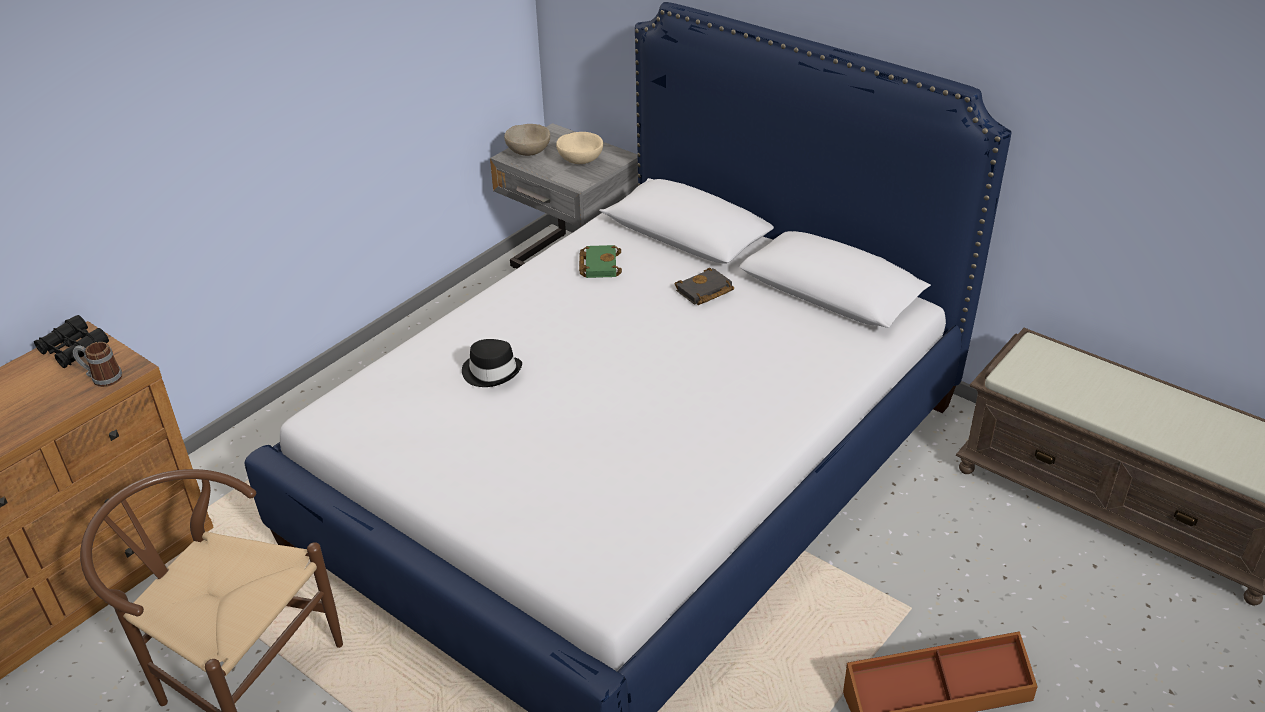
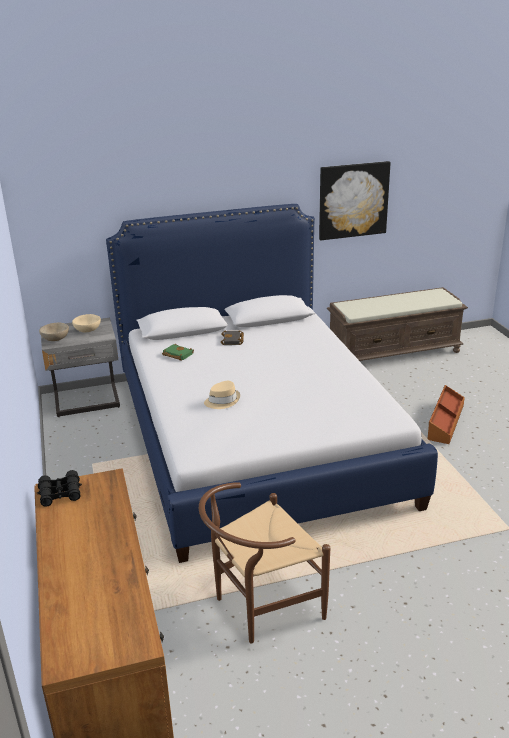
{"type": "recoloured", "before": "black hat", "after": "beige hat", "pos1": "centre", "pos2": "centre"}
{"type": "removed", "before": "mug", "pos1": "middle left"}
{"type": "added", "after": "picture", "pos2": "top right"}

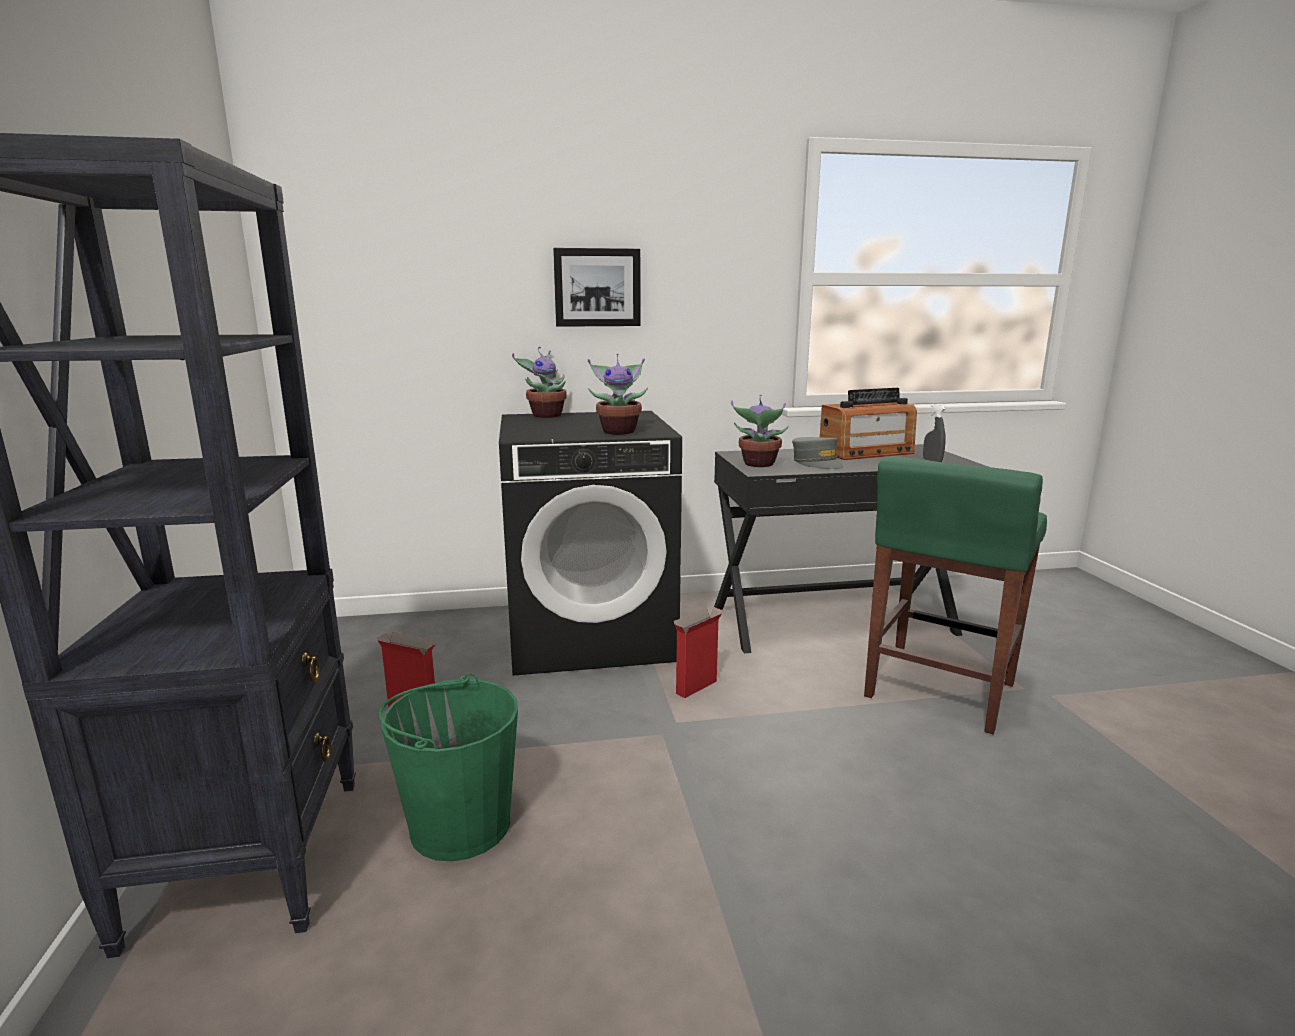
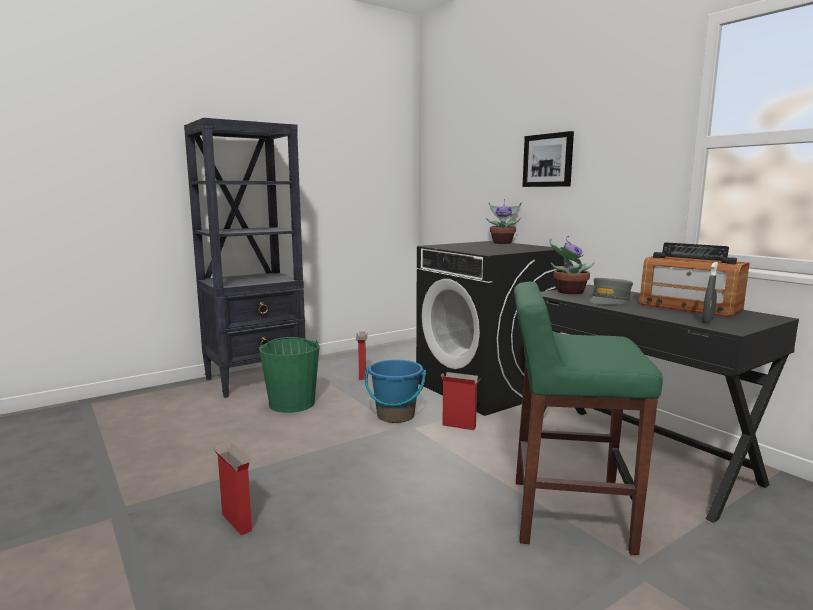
{"type": "removed", "before": "potted plant (2nd from left)", "pos1": "centre"}
{"type": "added", "after": "blue bucket", "pos2": "centre"}
{"type": "added", "after": "cardboard box (1st from left)", "pos2": "bottom left"}

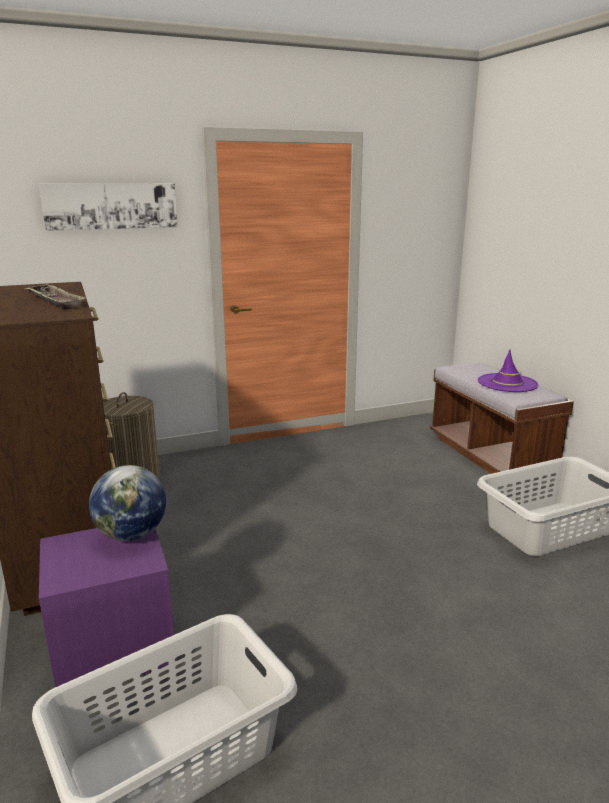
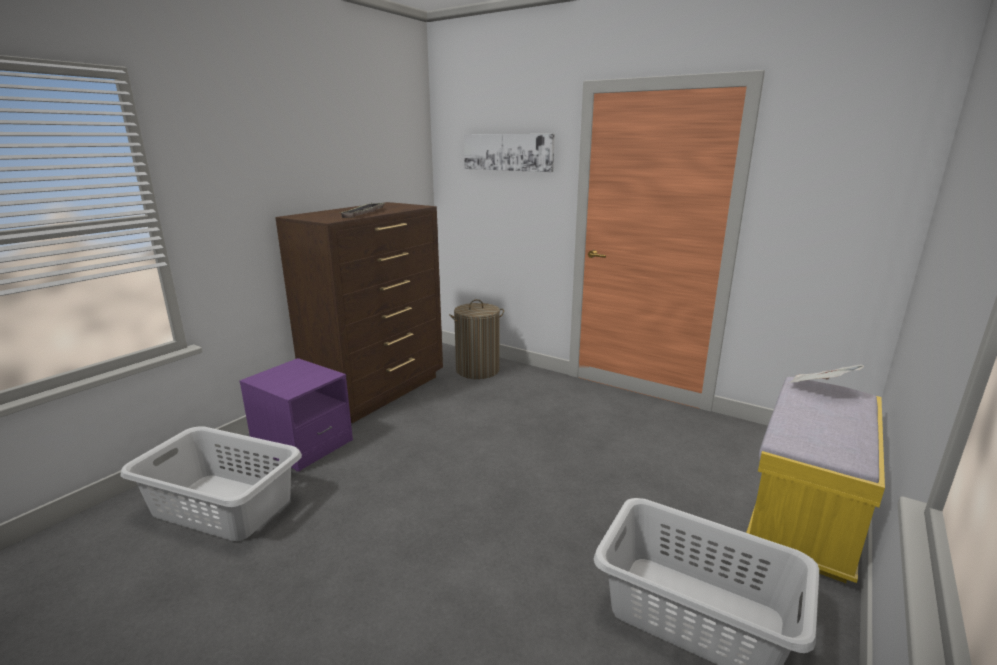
{"type": "removed", "before": "purple hat", "pos1": "middle right"}
{"type": "recoloured", "before": "brown bench", "after": "yellow bench", "pos1": "middle right", "pos2": "bottom right"}
{"type": "removed", "before": "globe", "pos1": "middle left"}
{"type": "added", "after": "newspaper", "pos2": "middle right"}

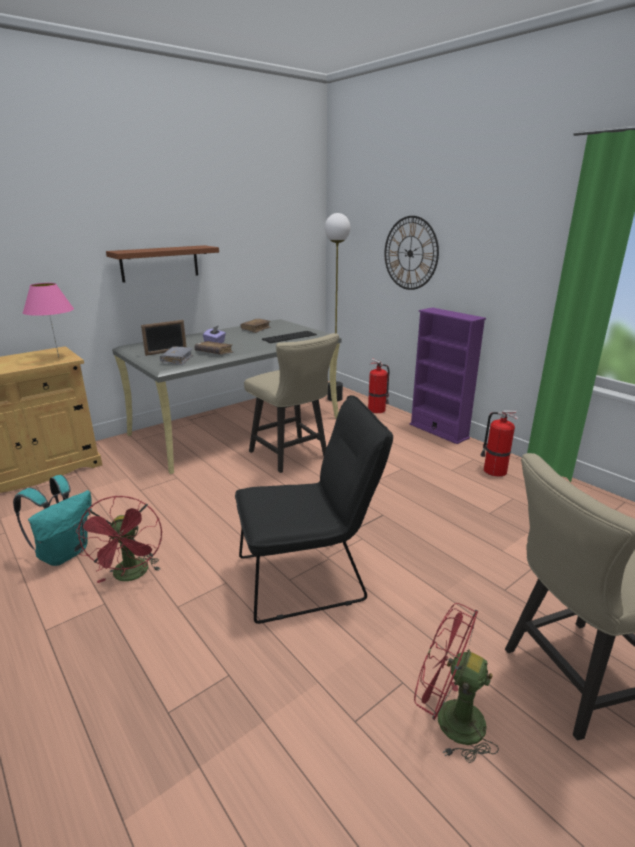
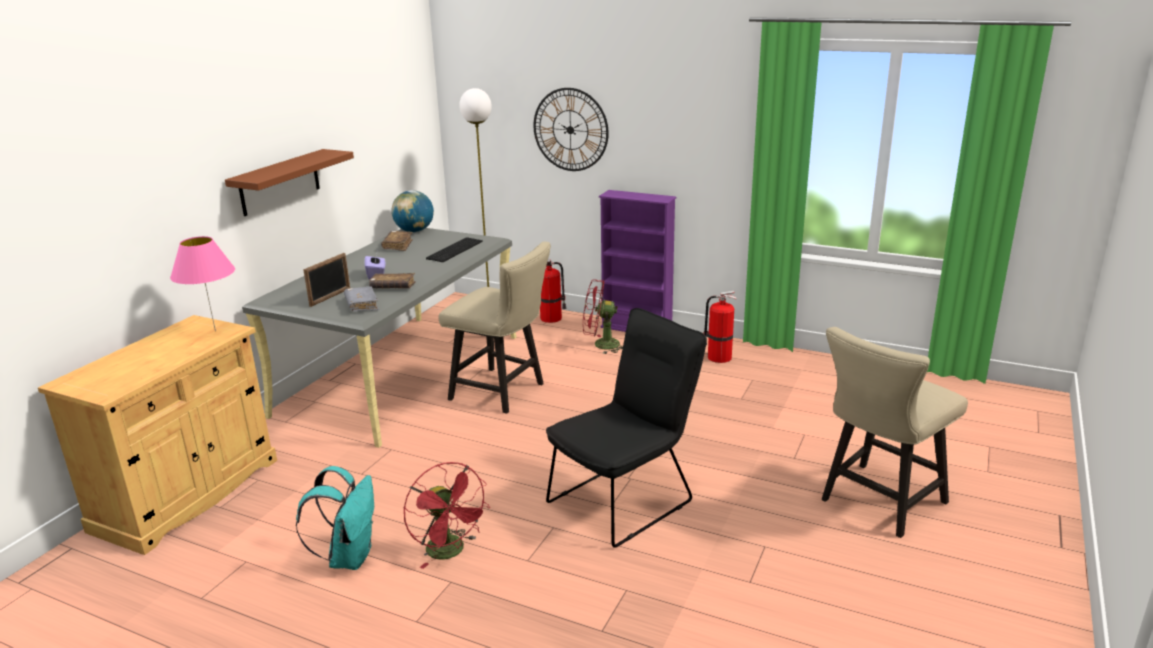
{"type": "moved", "before": "red fan (2nd from left)", "pos1": "bottom right", "pos2": "centre"}
{"type": "added", "after": "globe", "pos2": "top centre"}

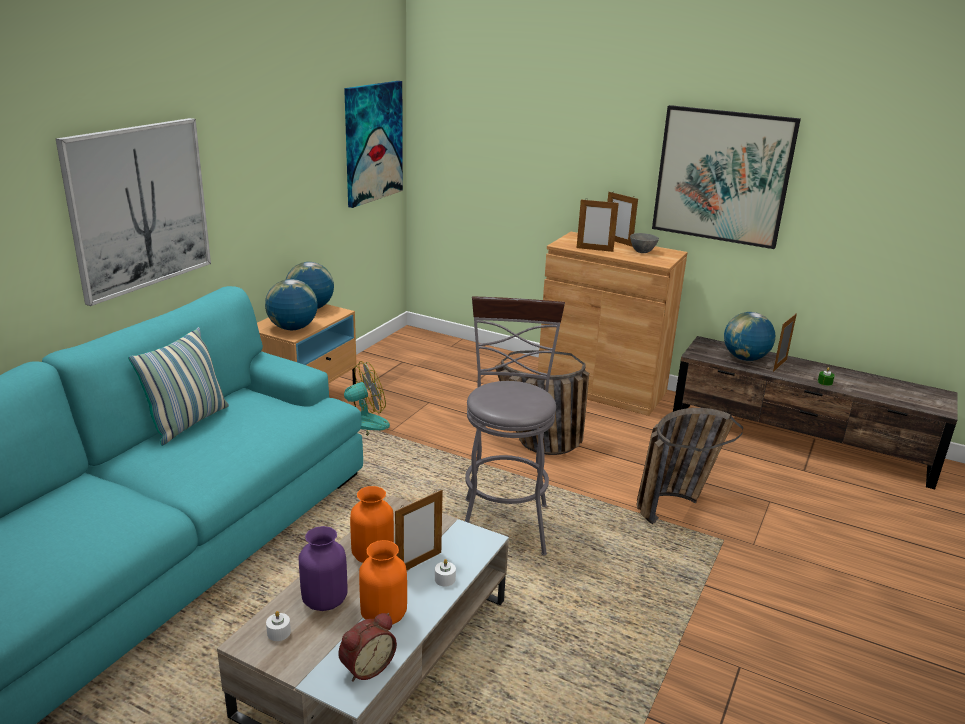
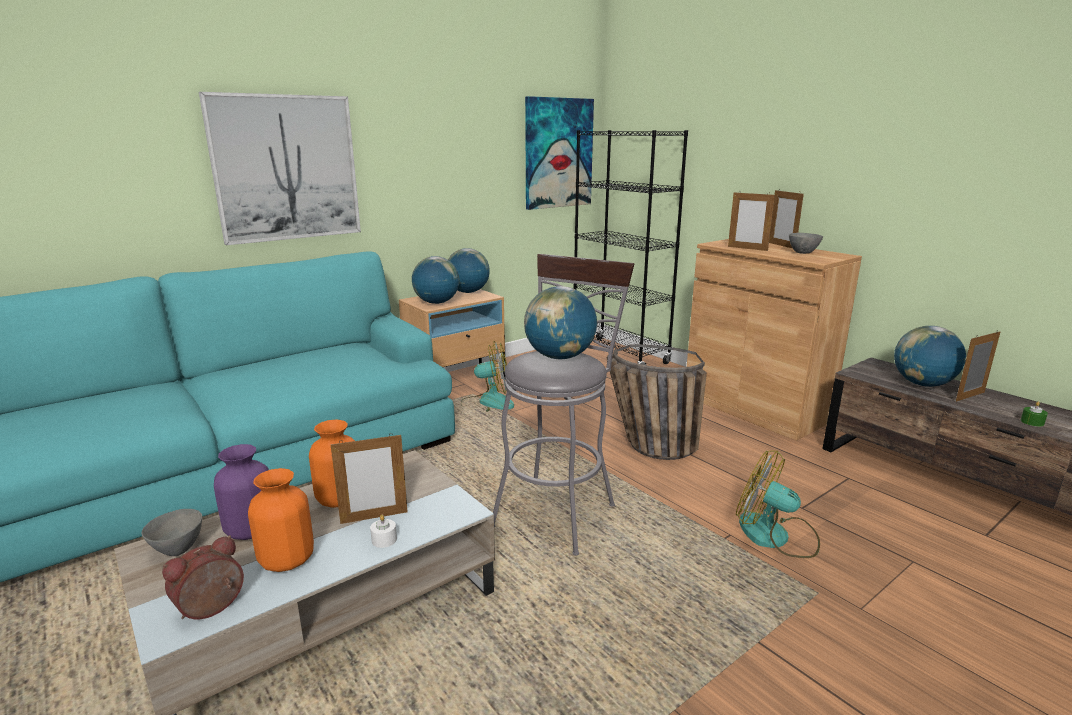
{"type": "removed", "before": "picture (3rd from left)", "pos1": "top right"}
{"type": "removed", "before": "pillow", "pos1": "middle left"}
{"type": "replaced", "before": "basket (2nd from left)", "after": "fan (2nd from left)", "pos1": "middle right", "pos2": "bottom right"}
{"type": "replaced", "before": "white candle (1st from left)", "after": "grey bowl (1st from left)", "pos1": "bottom left", "pos2": "bottom left"}
{"type": "turned", "before": "alarm clock", "pos1": "bottom centre", "pos2": "bottom left", "turn": 150}
{"type": "added", "after": "black bookcase", "pos2": "centre"}
{"type": "added", "after": "globe (3rd from left)", "pos2": "centre"}

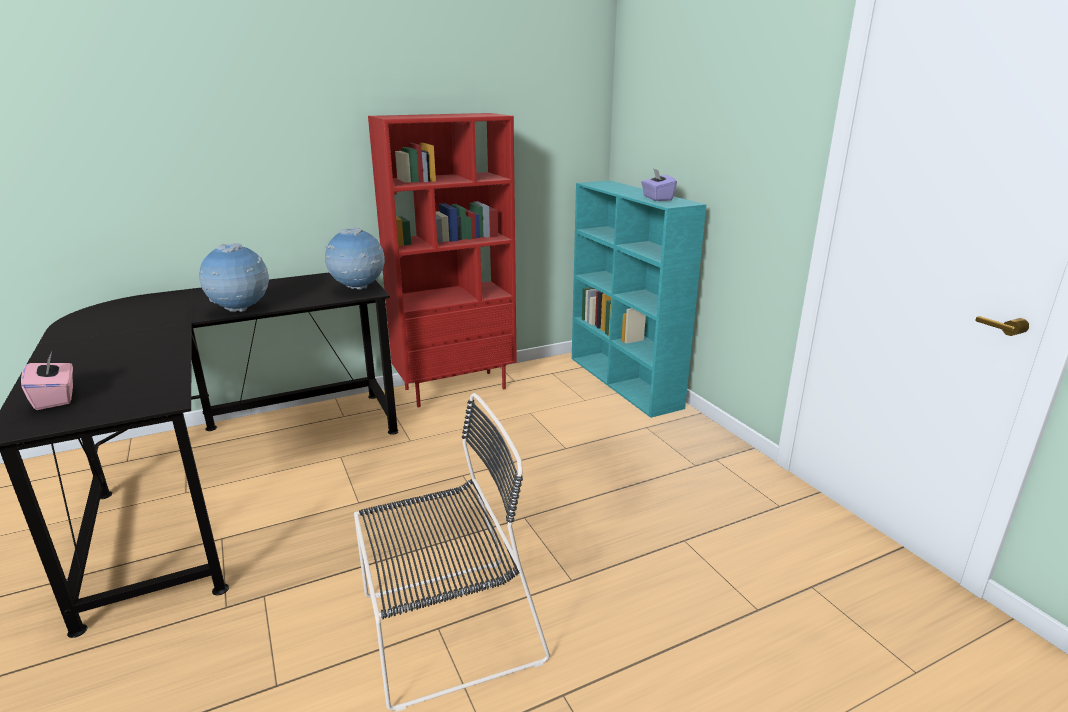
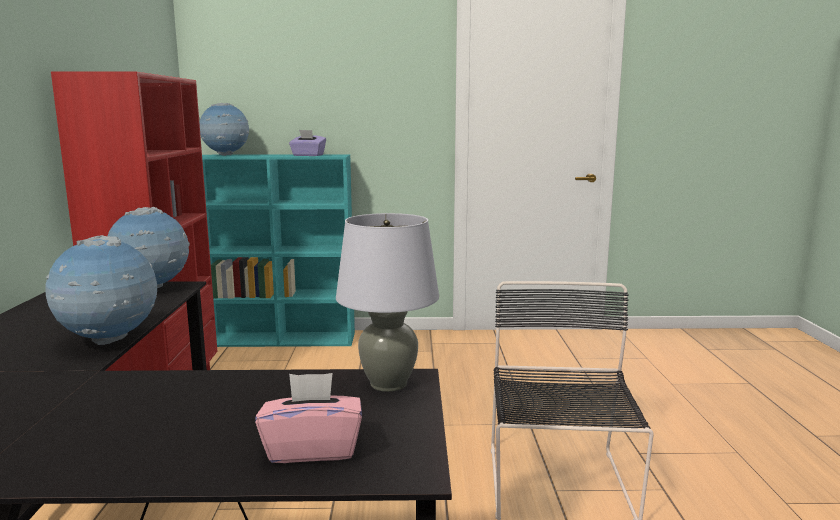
{"type": "added", "after": "globe (3rd from left)", "pos2": "top left"}
{"type": "added", "after": "grey table lamp", "pos2": "centre"}

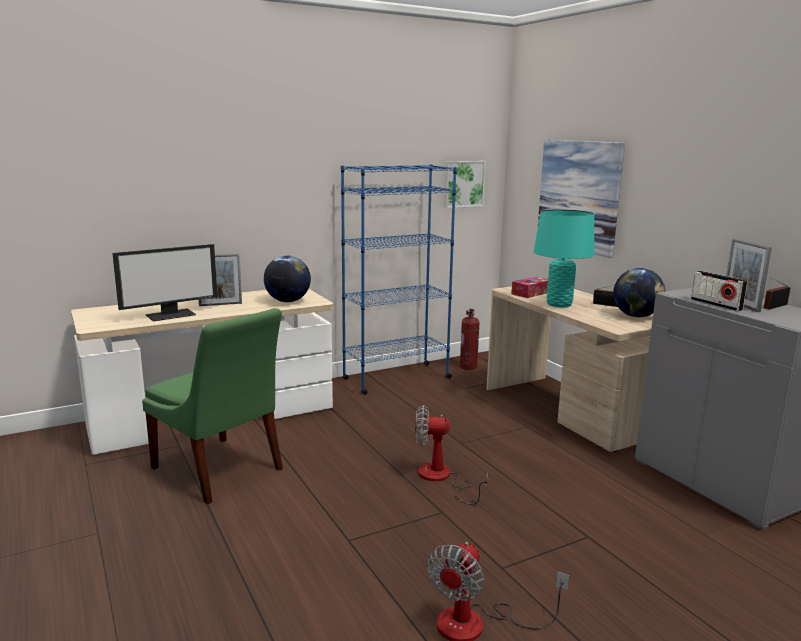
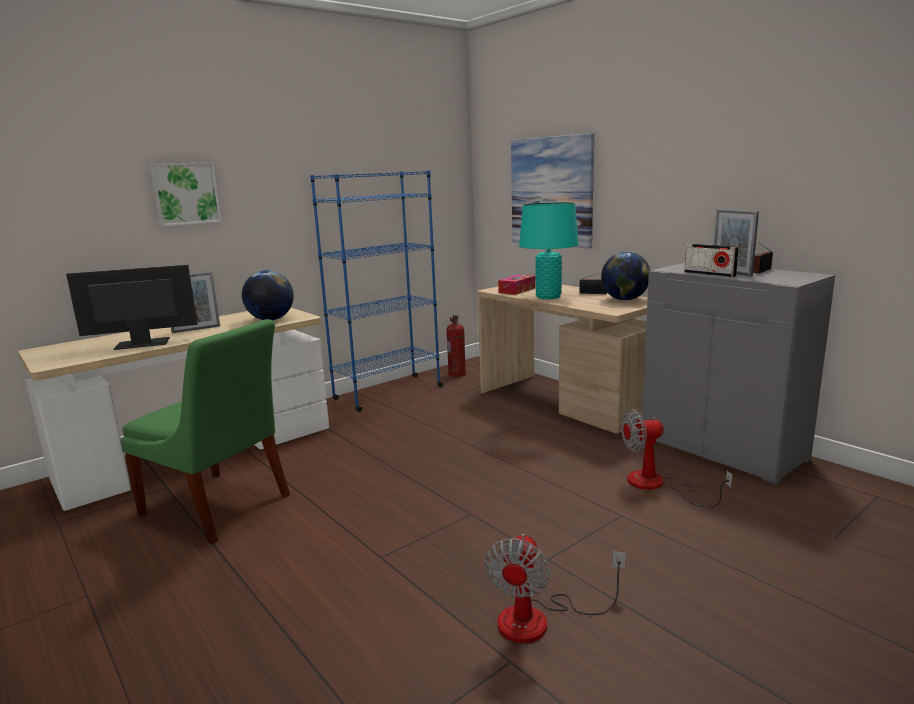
{"type": "moved", "before": "picture (1st from left)", "pos1": "top centre", "pos2": "top left"}
{"type": "turned", "before": "monitor", "pos1": "middle left", "pos2": "middle left", "turn": -150}
{"type": "moved", "before": "fan (1st from left in the first image)", "after": "fan (2nd from left)", "pos1": "bottom centre", "pos2": "middle right"}

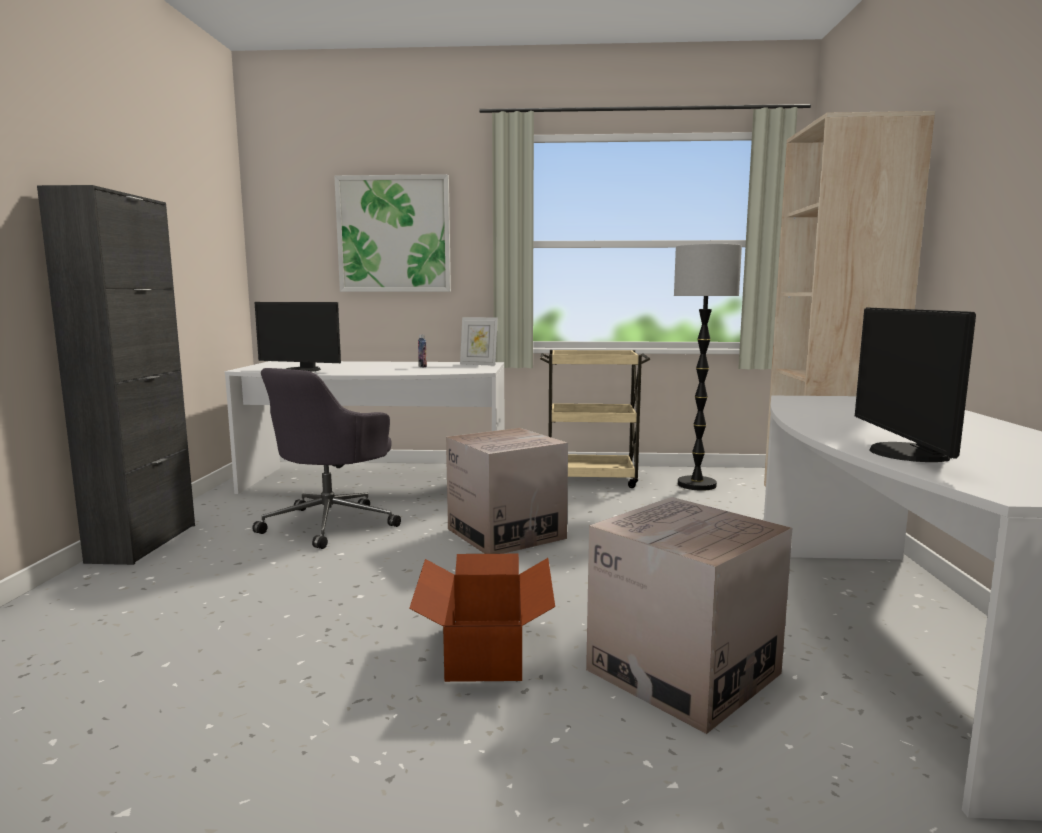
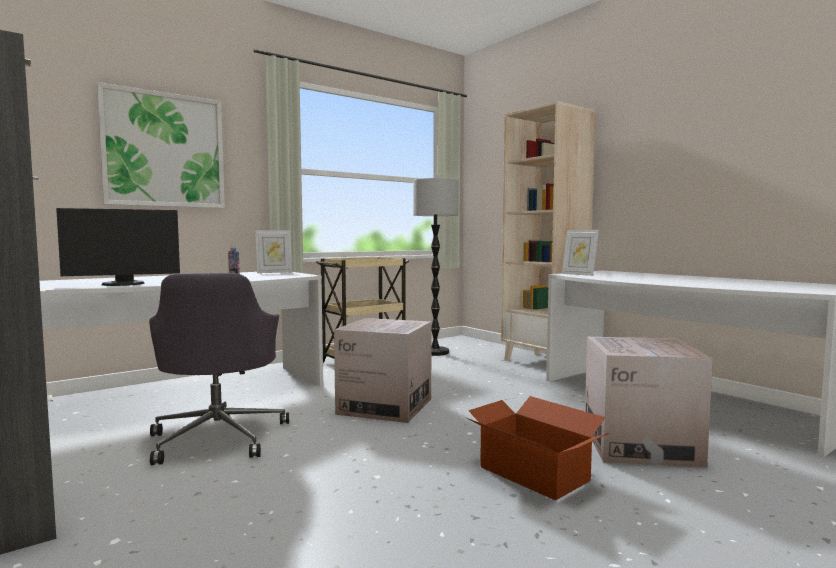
{"type": "removed", "before": "monitor (2nd from left)", "pos1": "middle right"}
{"type": "added", "after": "picture frame (2nd from left)", "pos2": "middle right"}

